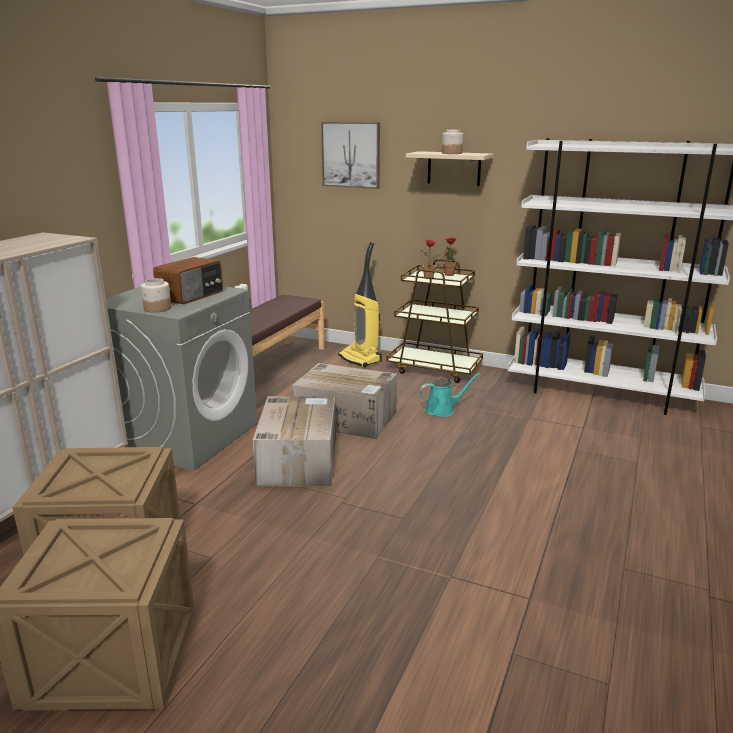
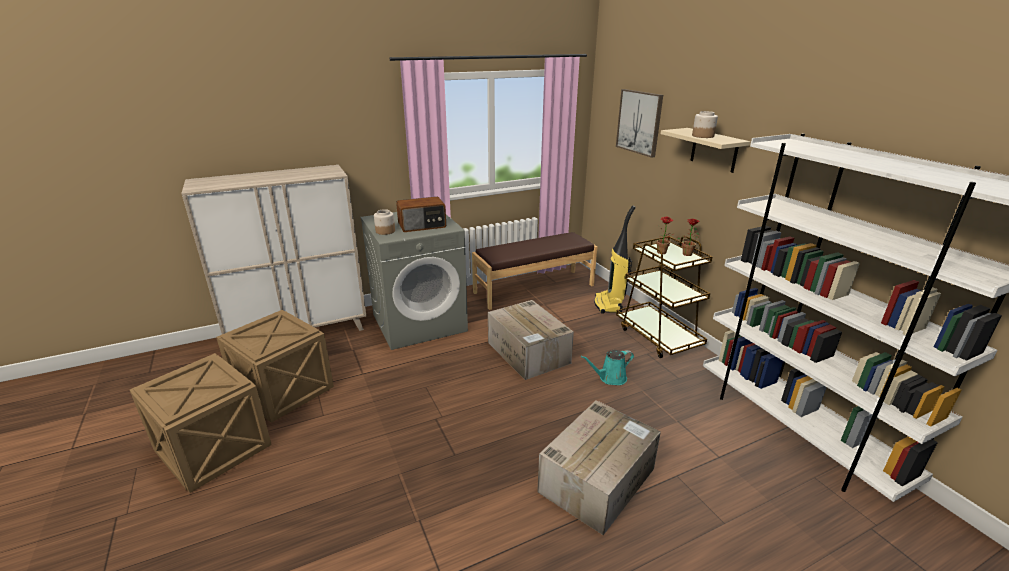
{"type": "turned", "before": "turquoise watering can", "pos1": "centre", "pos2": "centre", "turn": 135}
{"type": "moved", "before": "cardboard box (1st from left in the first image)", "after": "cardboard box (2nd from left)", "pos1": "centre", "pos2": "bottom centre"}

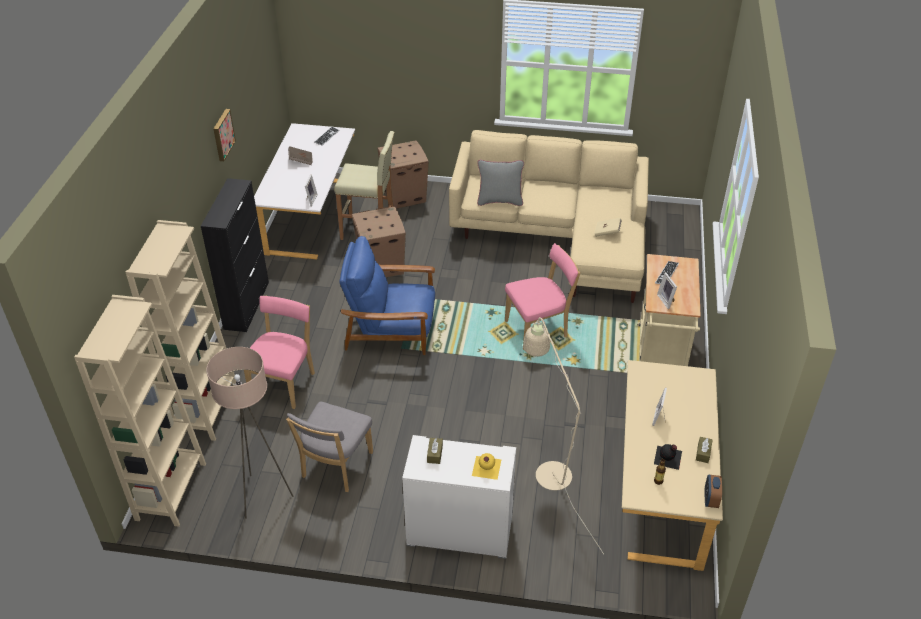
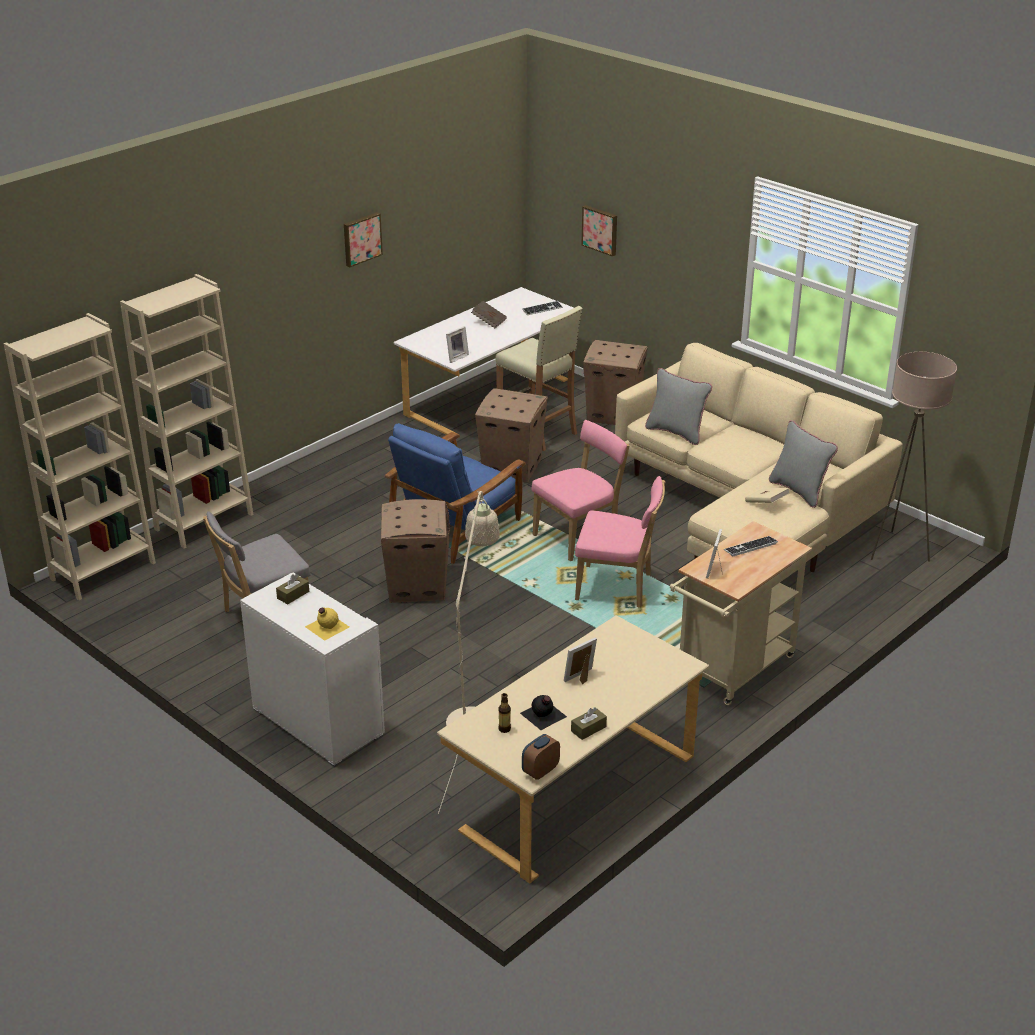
{"type": "removed", "before": "black cabinet", "pos1": "middle left"}
{"type": "turned", "before": "blue armchair", "pos1": "centre", "pos2": "centre", "turn": -90}
{"type": "moved", "before": "pink chair (1st from left)", "pos1": "middle left", "pos2": "centre"}
{"type": "moved", "before": "beige floor lamp (1st from left in the first image)", "after": "beige floor lamp (2nd from left)", "pos1": "bottom left", "pos2": "middle right"}
{"type": "added", "after": "picture (2nd from left)", "pos2": "top centre"}
{"type": "added", "after": "grey pillow (2nd from left)", "pos2": "middle right"}
{"type": "added", "after": "cardboard box (1st from left)", "pos2": "centre"}

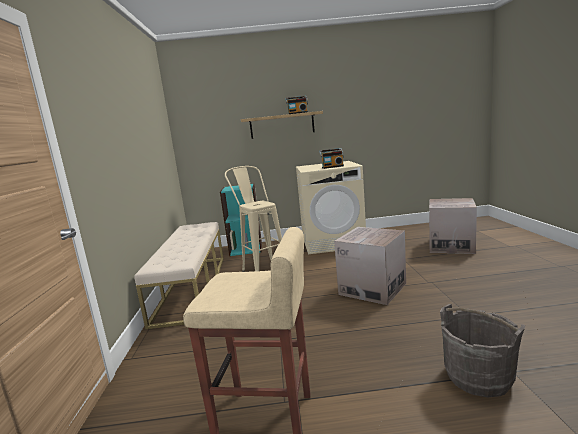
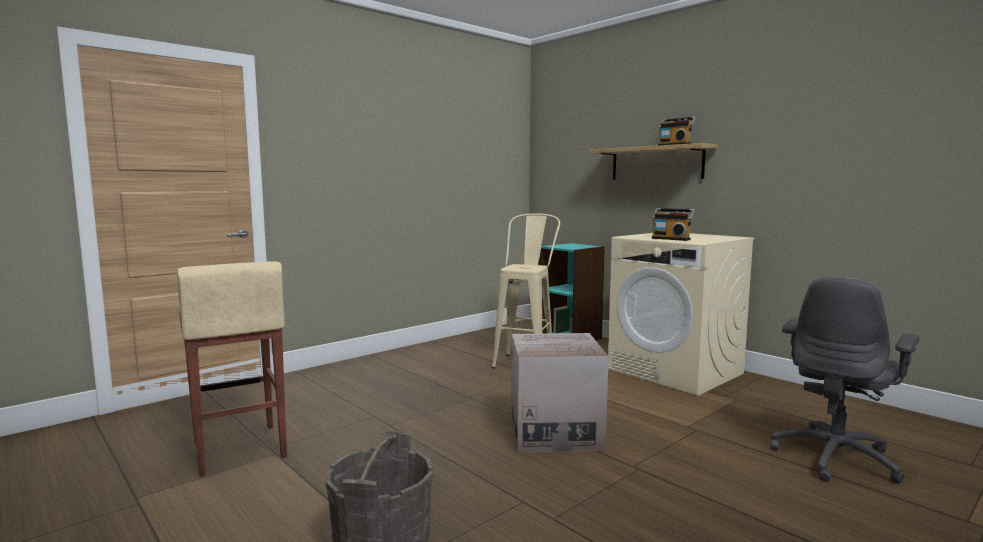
{"type": "replaced", "before": "cardboard box (2nd from left)", "after": "grey office chair", "pos1": "middle right", "pos2": "bottom right"}
{"type": "removed", "before": "beige bench", "pos1": "middle left"}

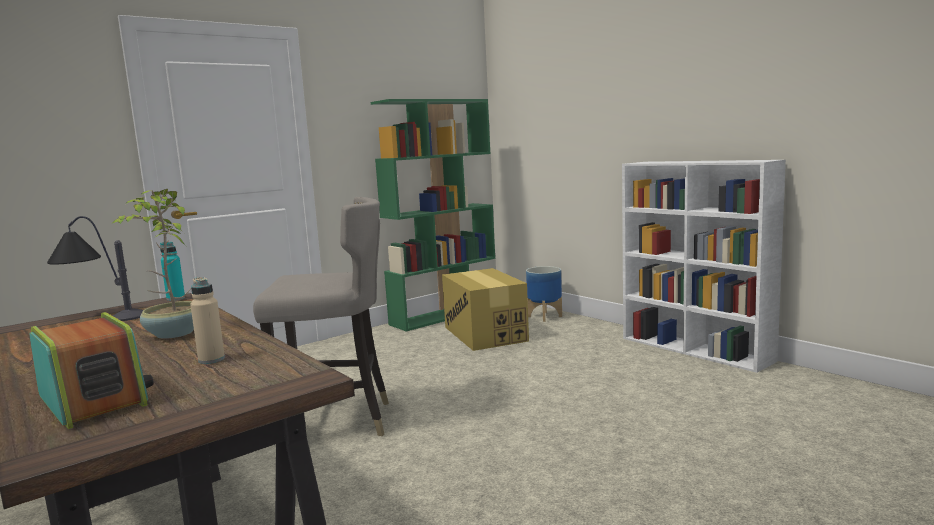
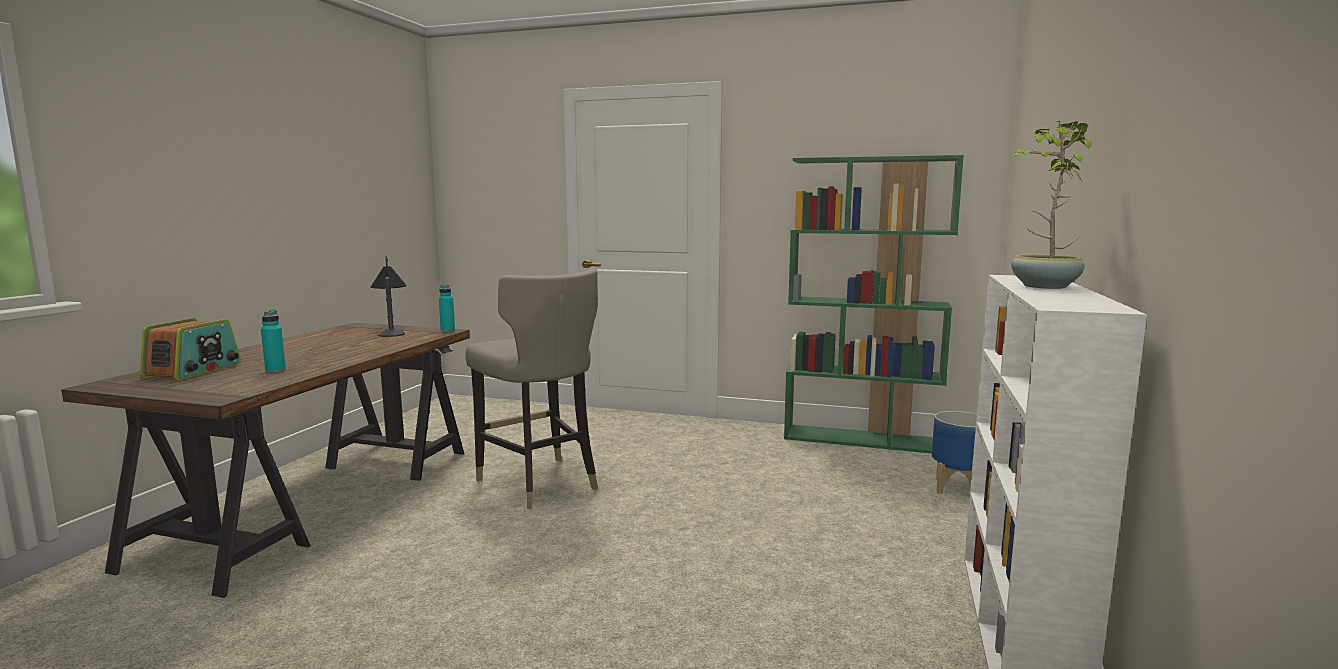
{"type": "moved", "before": "potted plant", "pos1": "middle left", "pos2": "top right"}
{"type": "removed", "before": "cardboard box", "pos1": "centre"}
{"type": "recoloured", "before": "beige bottle", "after": "turquoise bottle (1st from left)", "pos1": "middle left", "pos2": "middle left"}

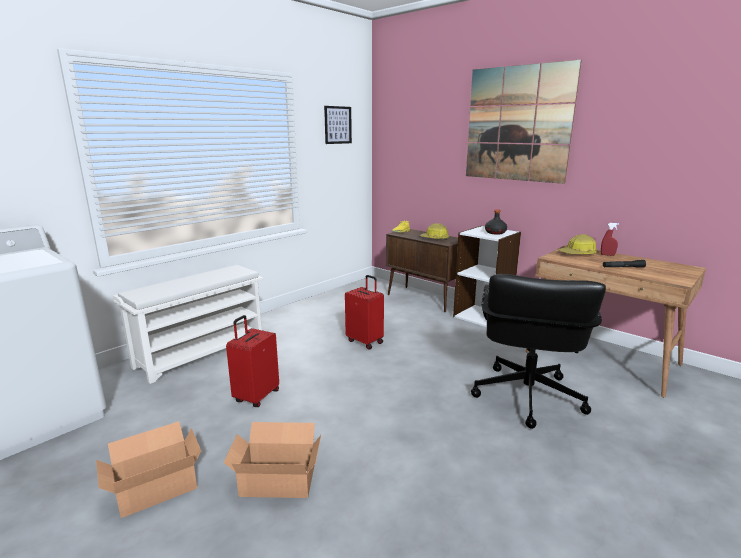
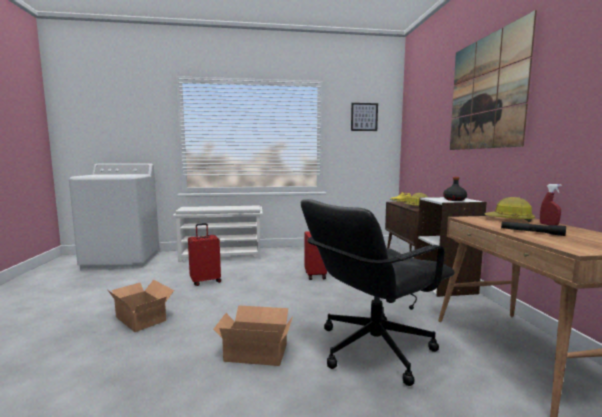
{"type": "moved", "before": "cardboard box (1st from left in the first image)", "after": "cardboard box (2nd from left)", "pos1": "bottom left", "pos2": "bottom centre"}

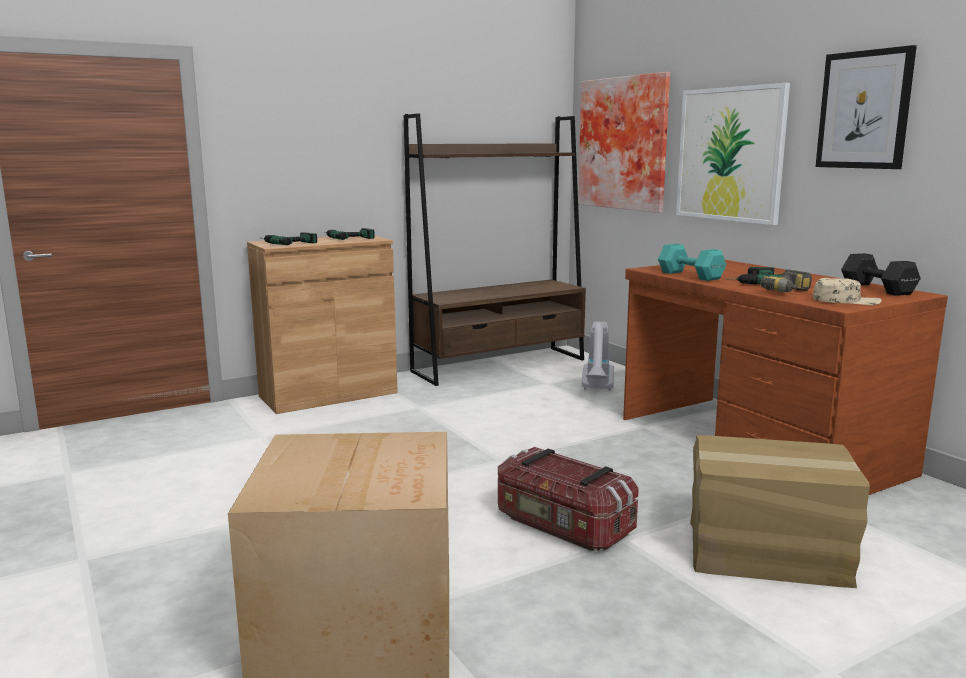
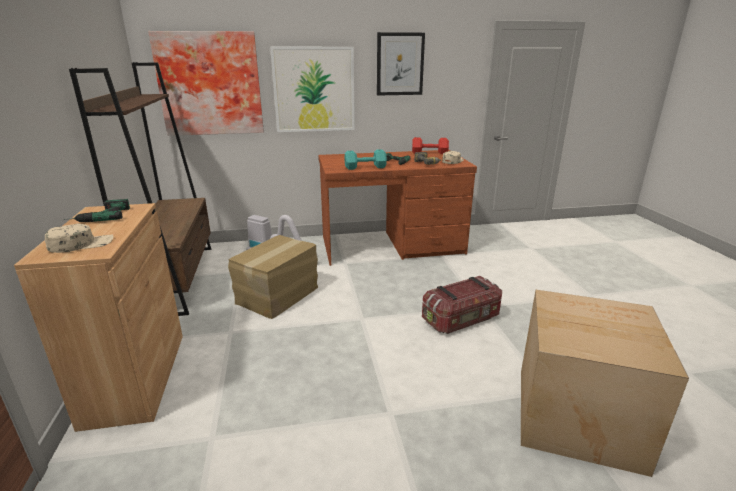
{"type": "replaced", "before": "power drill (1st from left)", "after": "beige cap (1st from left)", "pos1": "middle left", "pos2": "middle left"}
{"type": "recoloured", "before": "black dumbbell", "after": "red dumbbell", "pos1": "middle right", "pos2": "top centre"}
{"type": "moved", "before": "cardboard box (2nd from left in the first image)", "after": "cardboard box (1st from left)", "pos1": "bottom right", "pos2": "centre"}

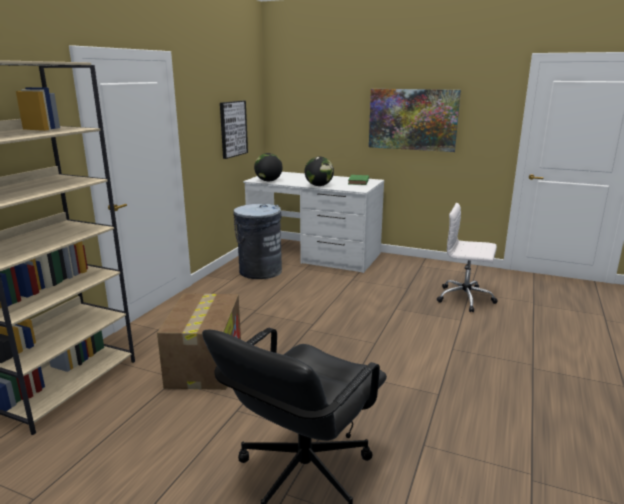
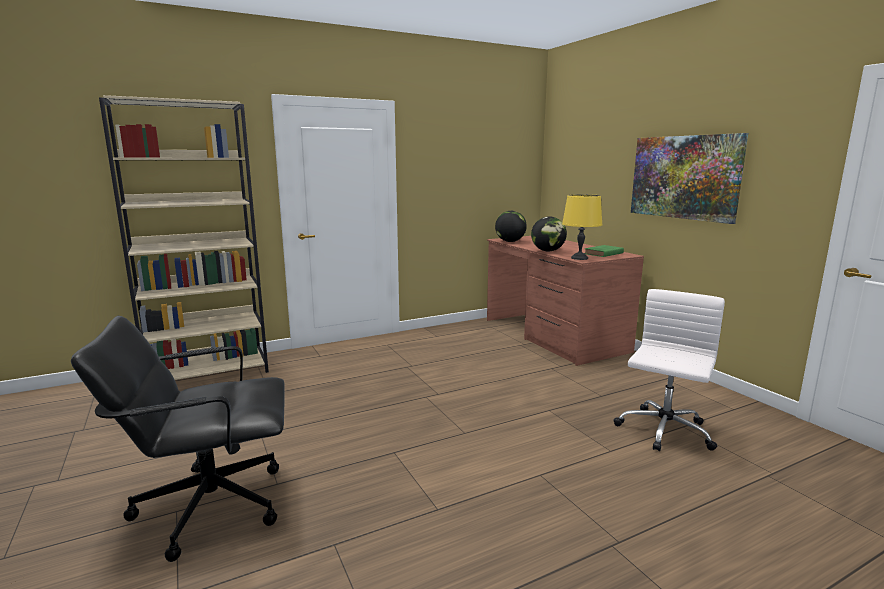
{"type": "removed", "before": "picture (1st from left)", "pos1": "top centre"}
{"type": "recoloured", "before": "white desk", "after": "brown desk", "pos1": "centre", "pos2": "centre"}
{"type": "turned", "before": "white office chair", "pos1": "middle right", "pos2": "middle right", "turn": 60}
{"type": "removed", "before": "grey trash can", "pos1": "centre"}
{"type": "removed", "before": "cardboard box", "pos1": "bottom left"}
{"type": "added", "after": "yellow table lamp", "pos2": "centre"}

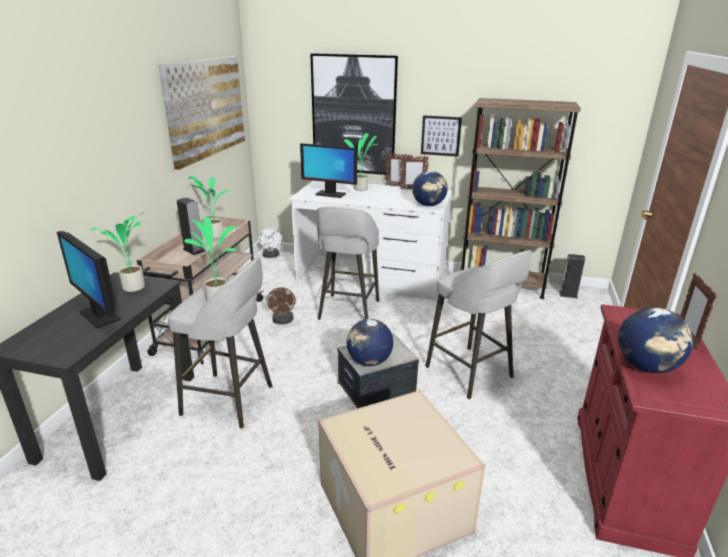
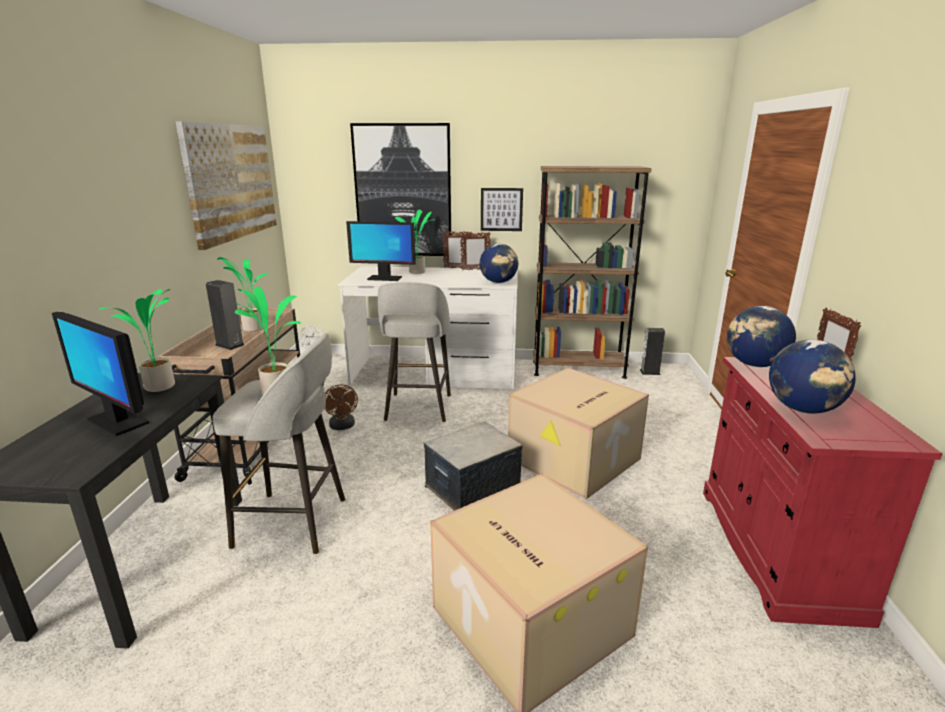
{"type": "replaced", "before": "grey stool (3rd from left)", "after": "cardboard box (2nd from left)", "pos1": "centre", "pos2": "centre"}
{"type": "moved", "before": "globe (1st from left in the first image)", "after": "globe (2nd from left)", "pos1": "centre", "pos2": "middle right"}

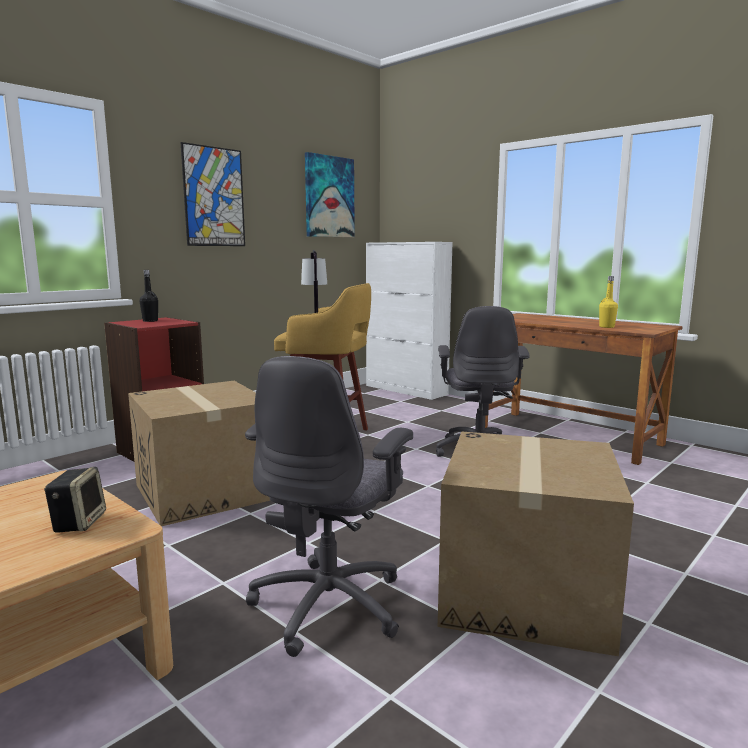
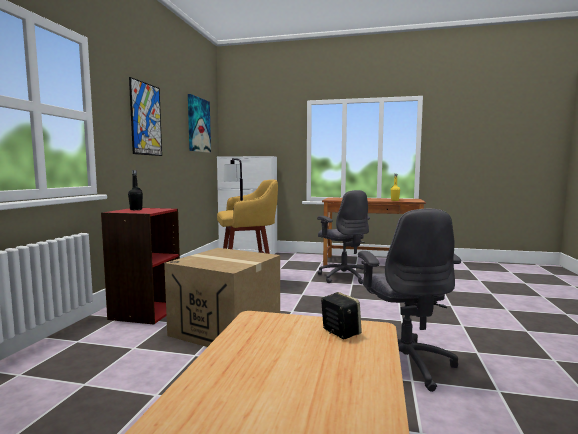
{"type": "removed", "before": "cardboard box (2nd from left)", "pos1": "bottom right"}

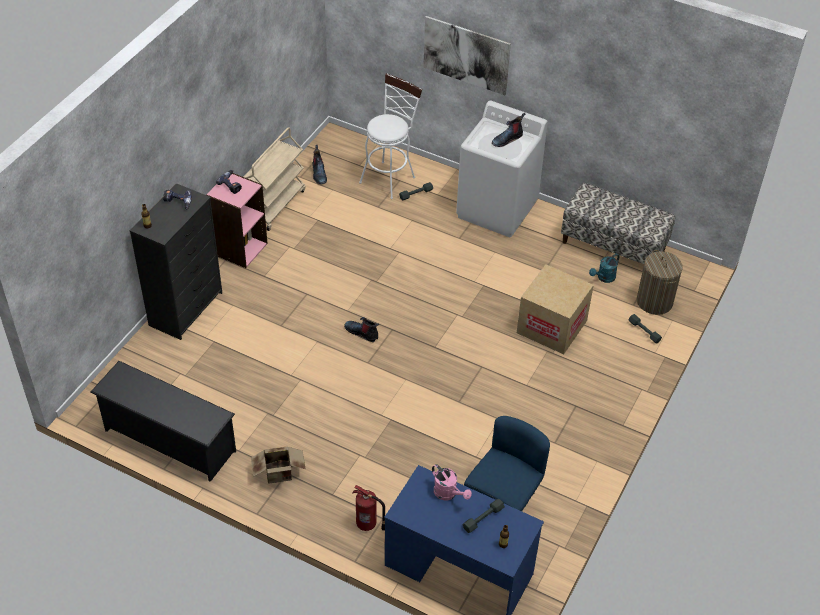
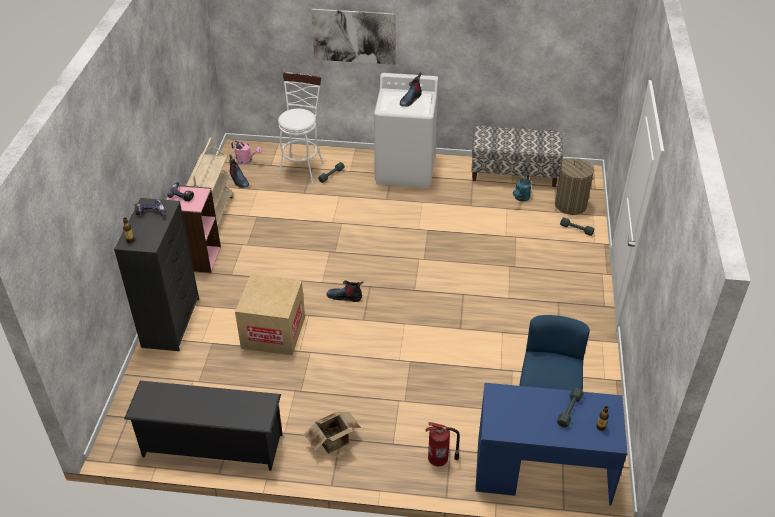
{"type": "moved", "before": "cardboard box (2nd from left in the first image)", "after": "cardboard box (1st from left)", "pos1": "middle right", "pos2": "centre"}
{"type": "moved", "before": "pink watering can", "pos1": "bottom centre", "pos2": "top left"}

